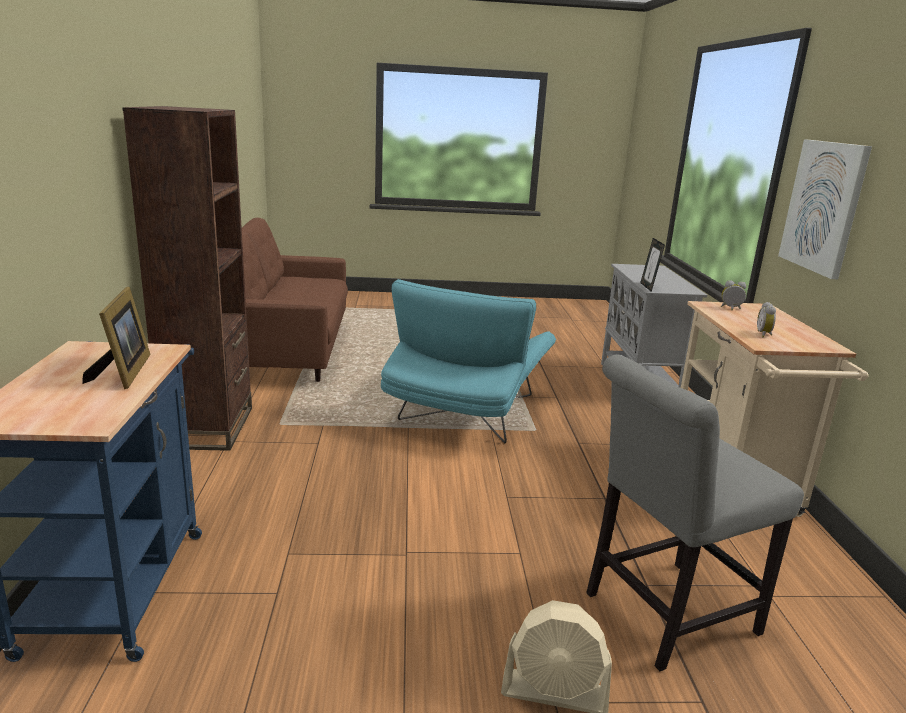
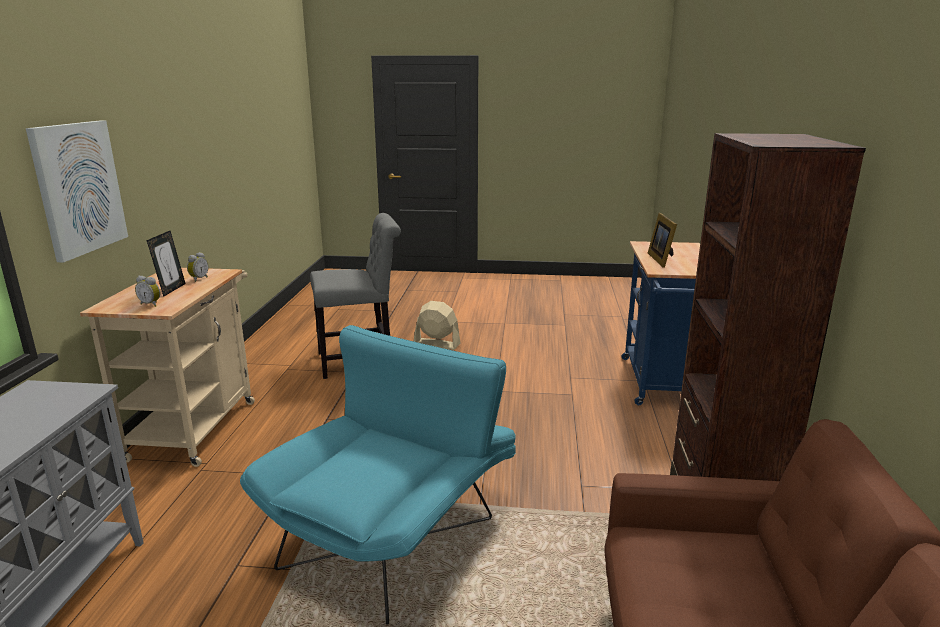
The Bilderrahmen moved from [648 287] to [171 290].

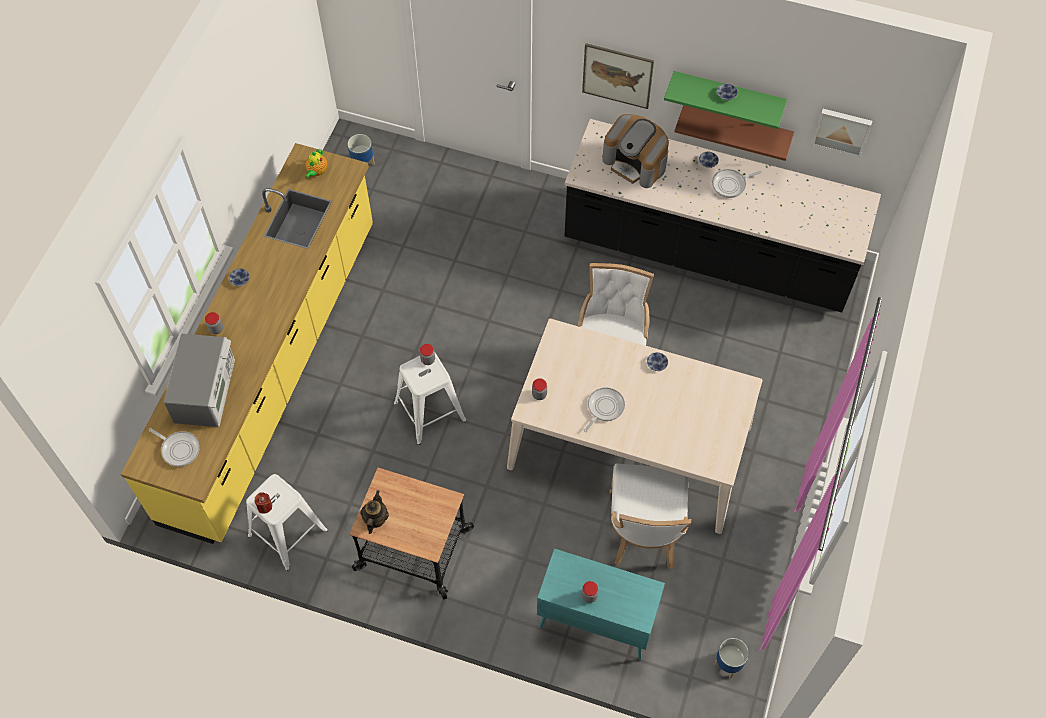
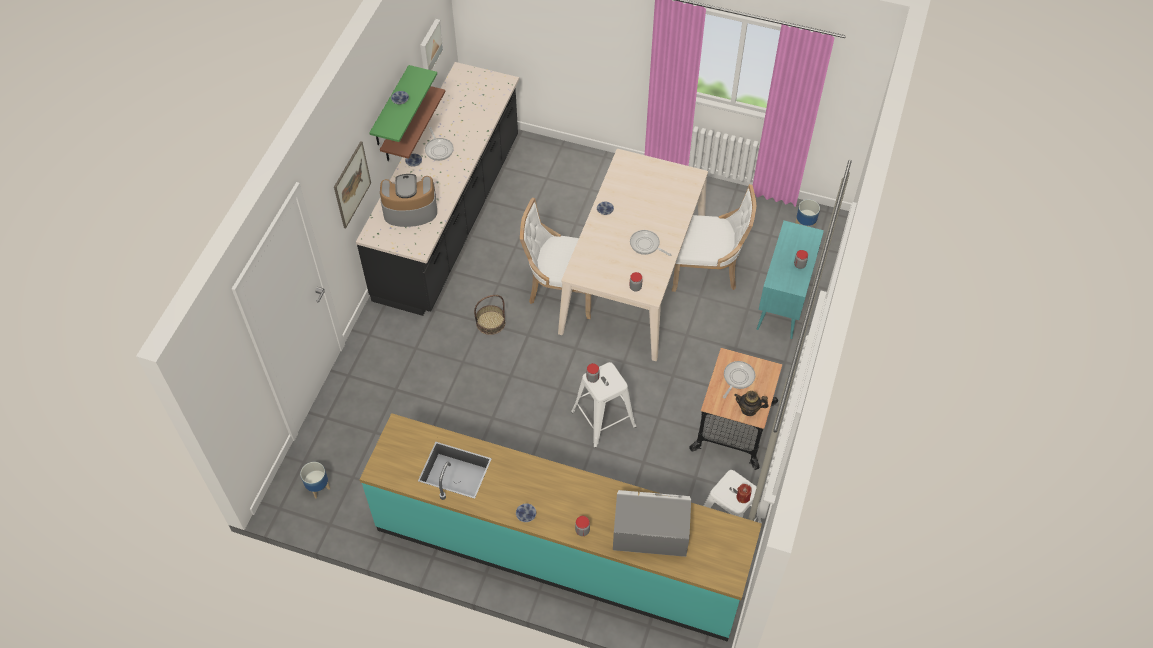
The Küchenzeile/gelb at [273 369] became the Küchenzeile/türkis at [559 552].
The Pfanne moved from [179 449] to [737 378].
The Teekanne at [317 172] disappeared.
The Kaffeemaschine at [635 163] turned 135 degrees counterclockwise.
The Korb at [490 323] appeared.

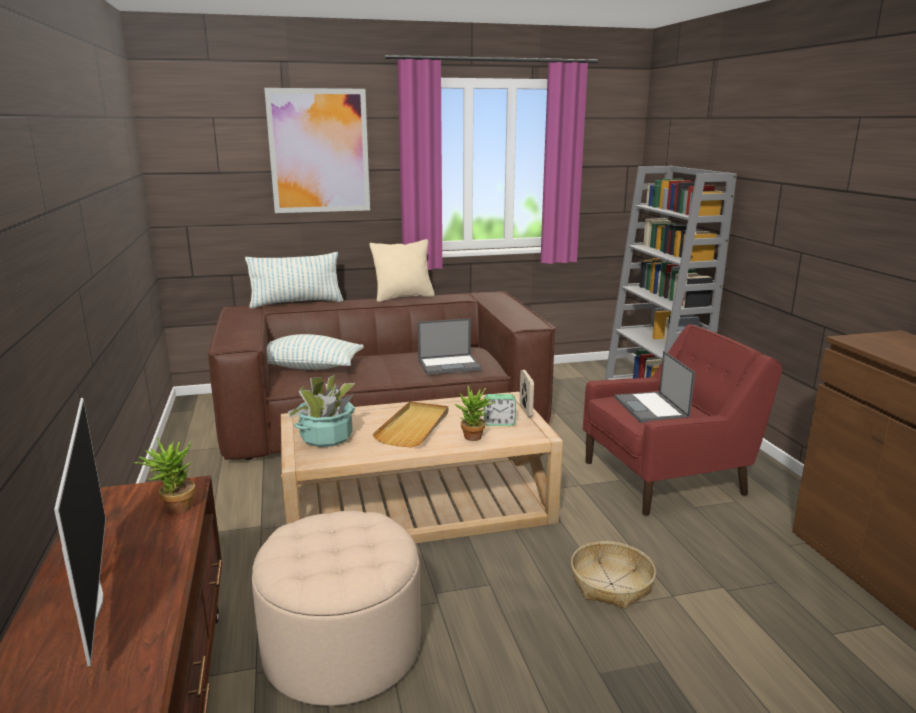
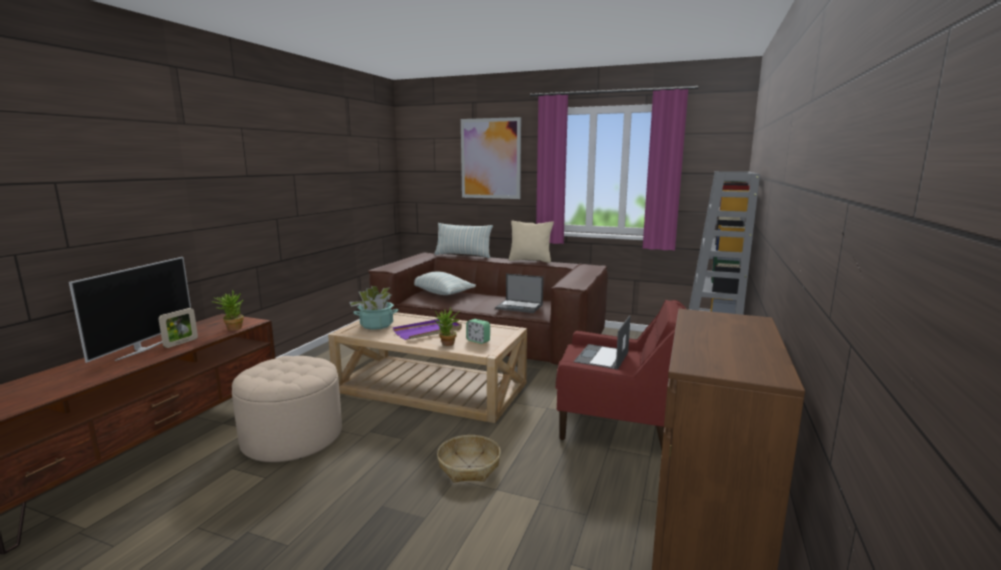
The Tablett/beige at [414 427] became the Tablett/lila at [428 331].
The Bilderrahmen moved from [525 410] to [181 343].

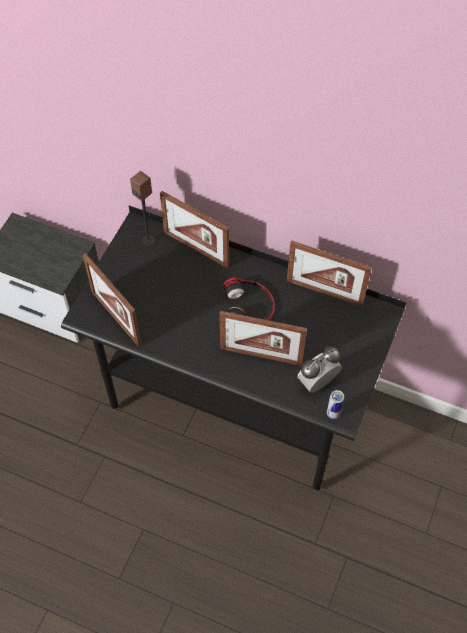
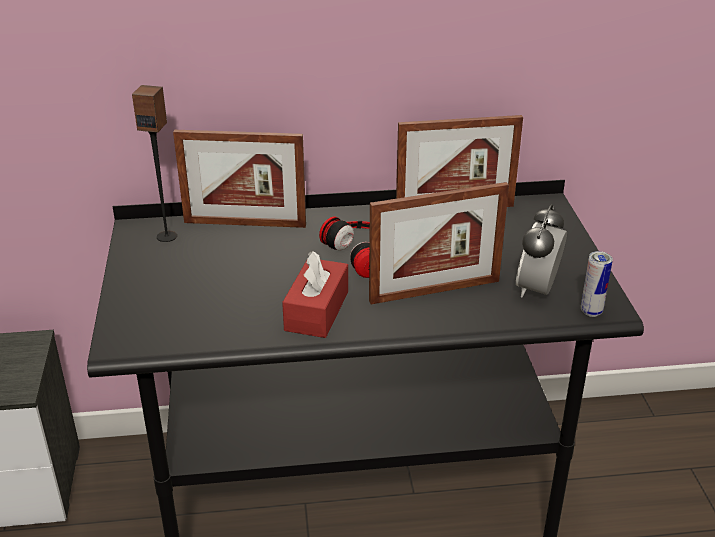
The Bilderrahmen at [116 318] disappeared.
The Taschentuchbox/rot at [317 311] appeared.

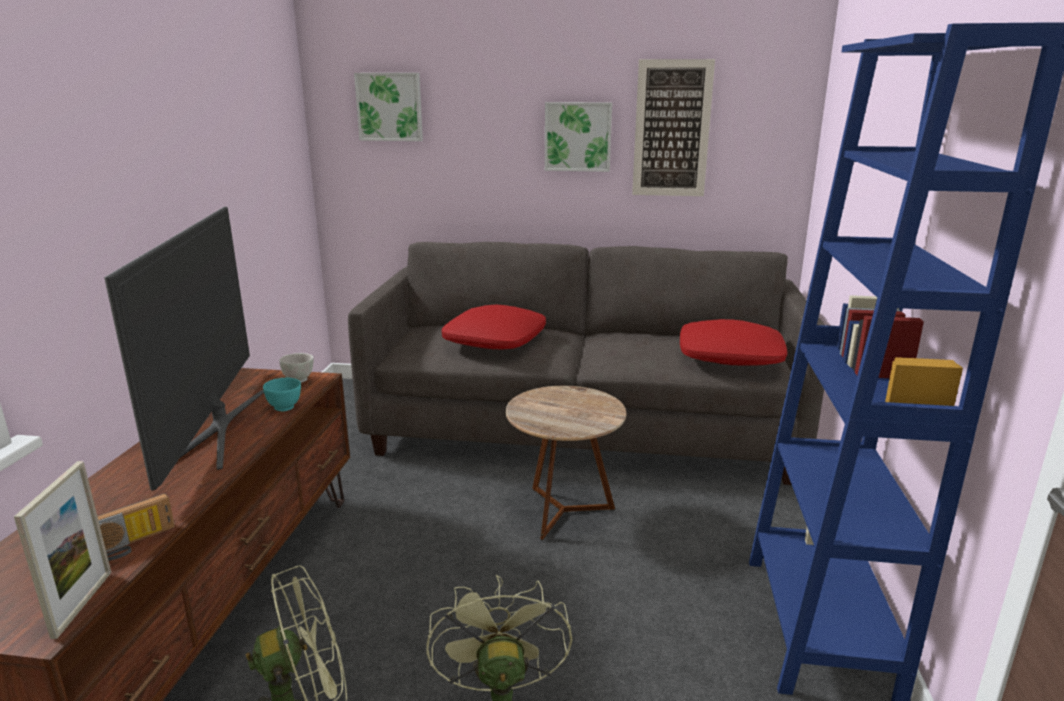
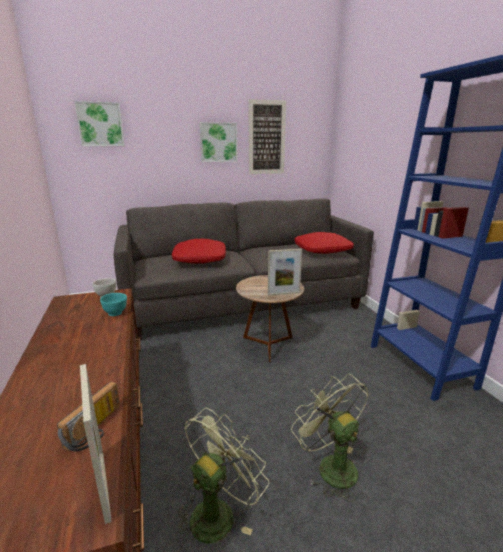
The Fernseher at [215 427] disappeared.
The Bilderrahmen at [283 293] appeared.

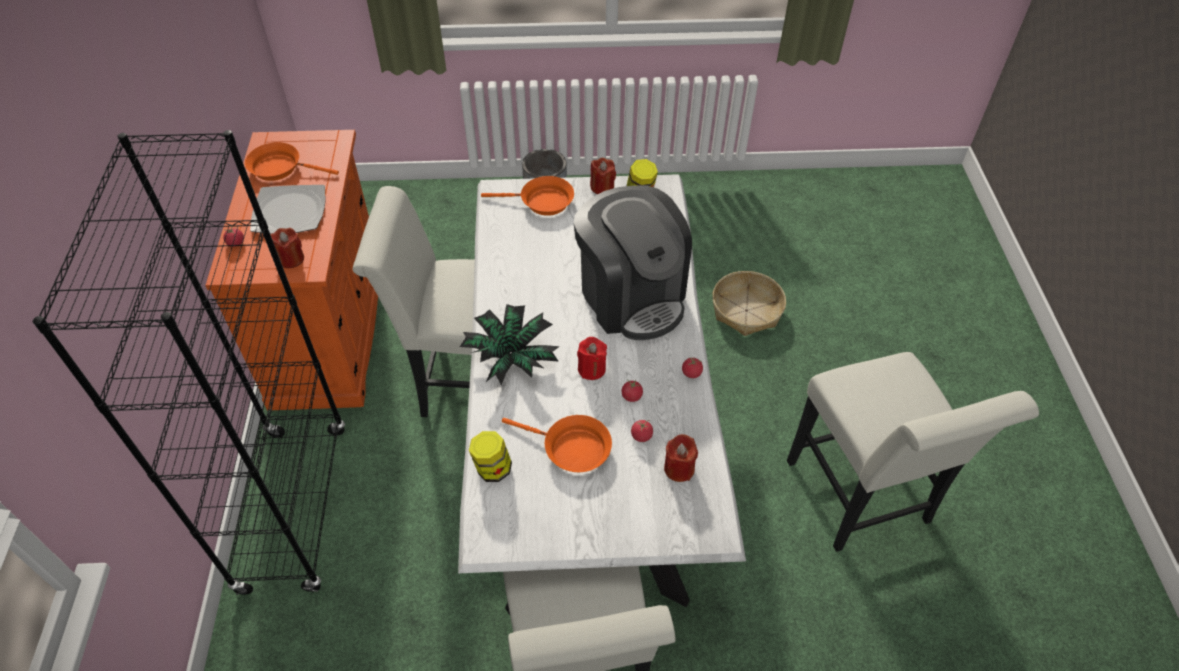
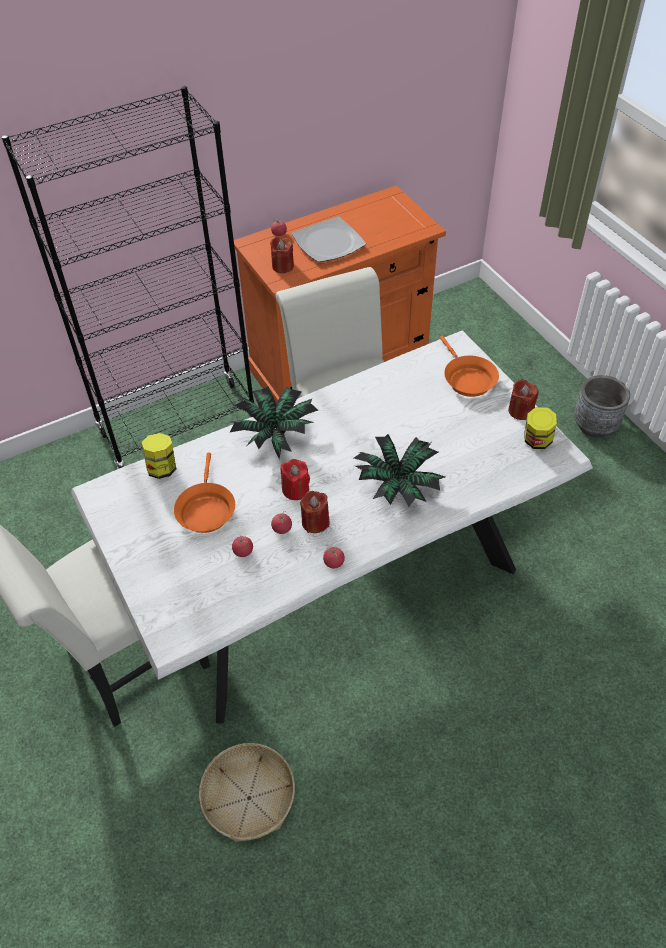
The Pfanne/orange at [280 168] disappeared.
The Kaffeemaschine at [631 296] was replaced by the Topfpflanze at [397 485].
The Kerze/rot moved from [679 468] to [315 522].
The Korb moved from [746 311] to [249 798].
The Stuhl/weiß at [863 500] disappeared.

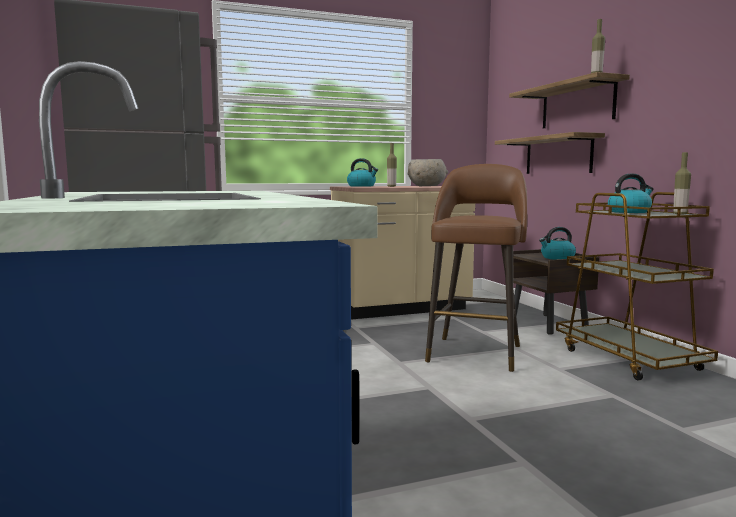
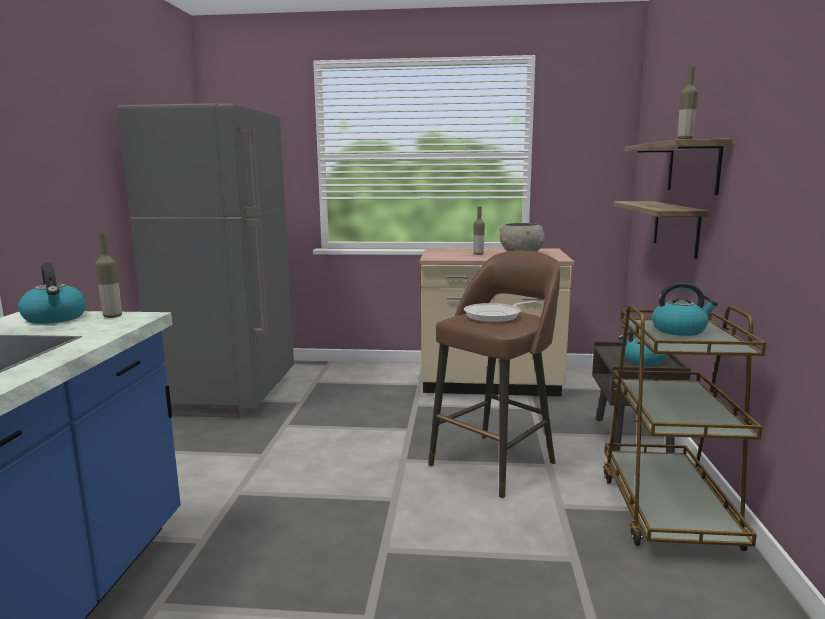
The Wasserkessel moved from [362 186] to [55 318].
The Flasche moved from [680 214] to [112 316].
The Pfanne at [495 316] appeared.

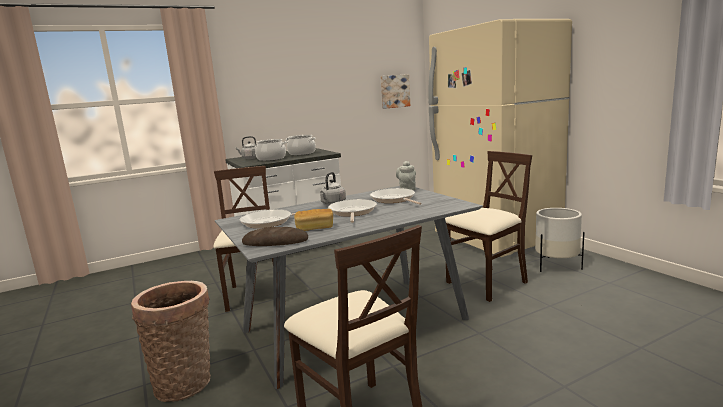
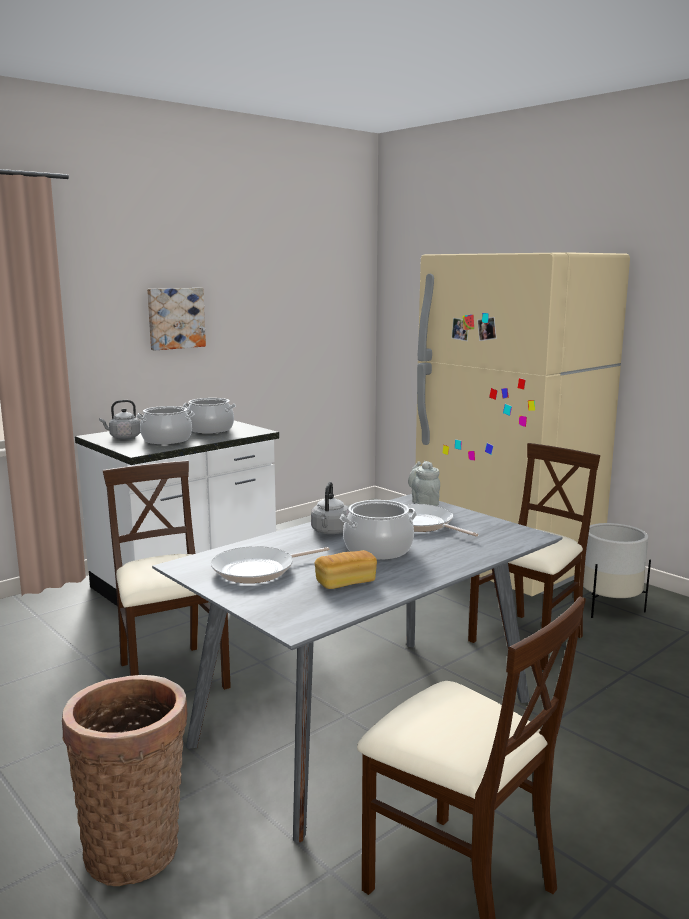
The Brot at [275 242] disappeared.
The Pfanne at [352 212] was replaced by the Kochtopf at [378 550].
The Bild moved from [394 91] to [175 318].

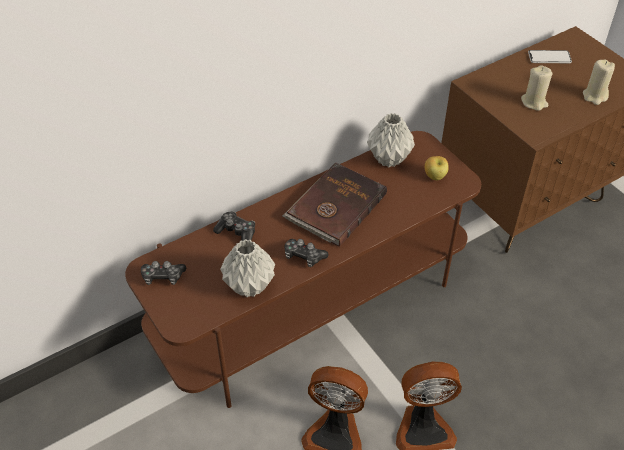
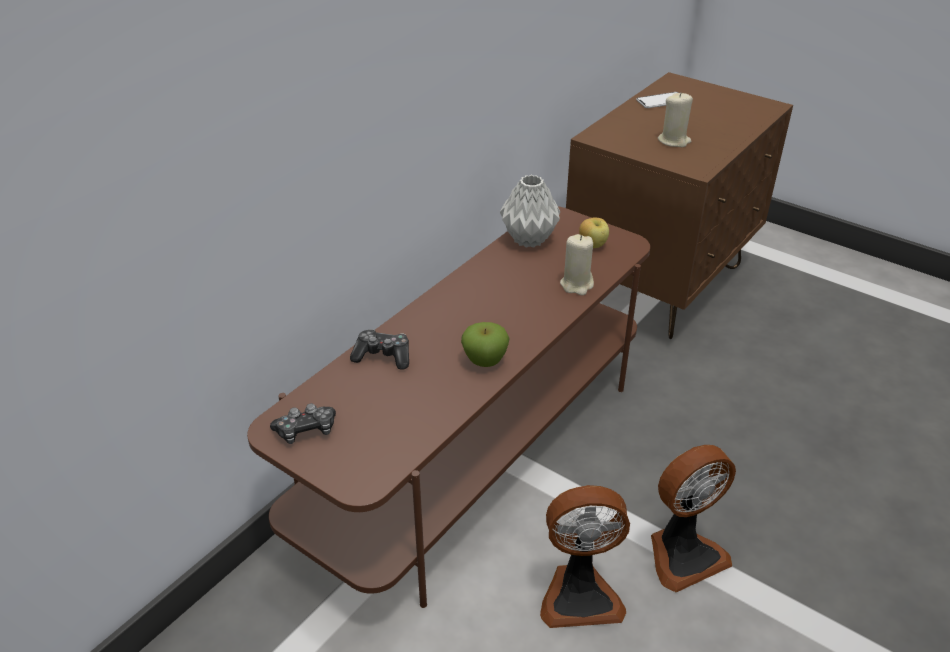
The Vase/grau at [250 285] disappeared.
The Buch/braun at [335 207] disappeared.
The Gamepad at [304 256] was replaced by the Apfel at [485 361].
The Kerze/beige moved from [595 96] to [577 285].

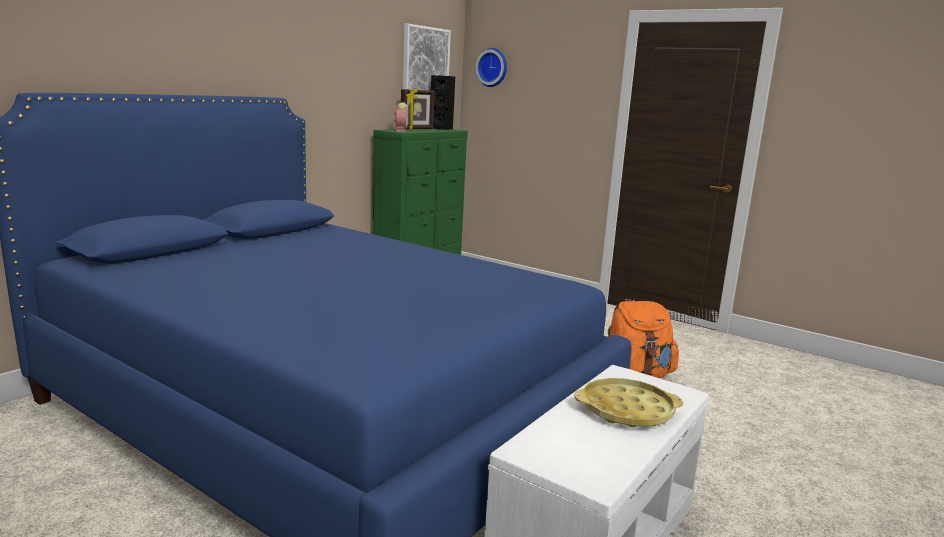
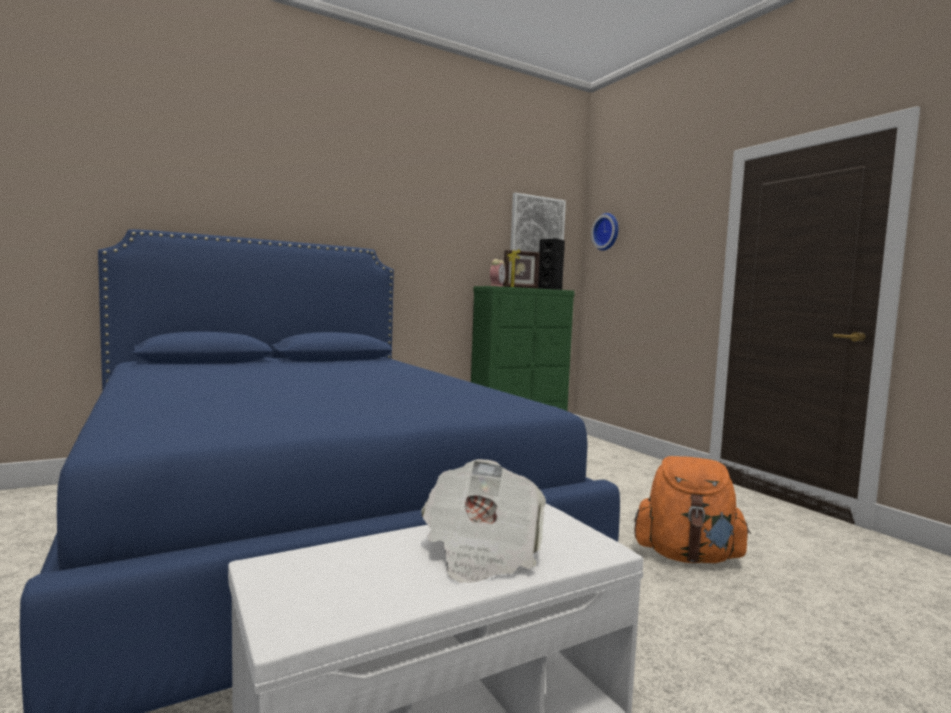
The Tablett/gelb at [627 410] was replaced by the Zeitung at [481 551].

